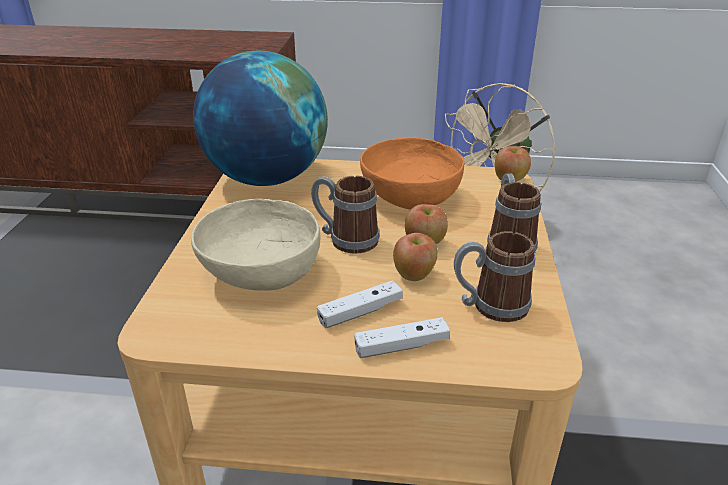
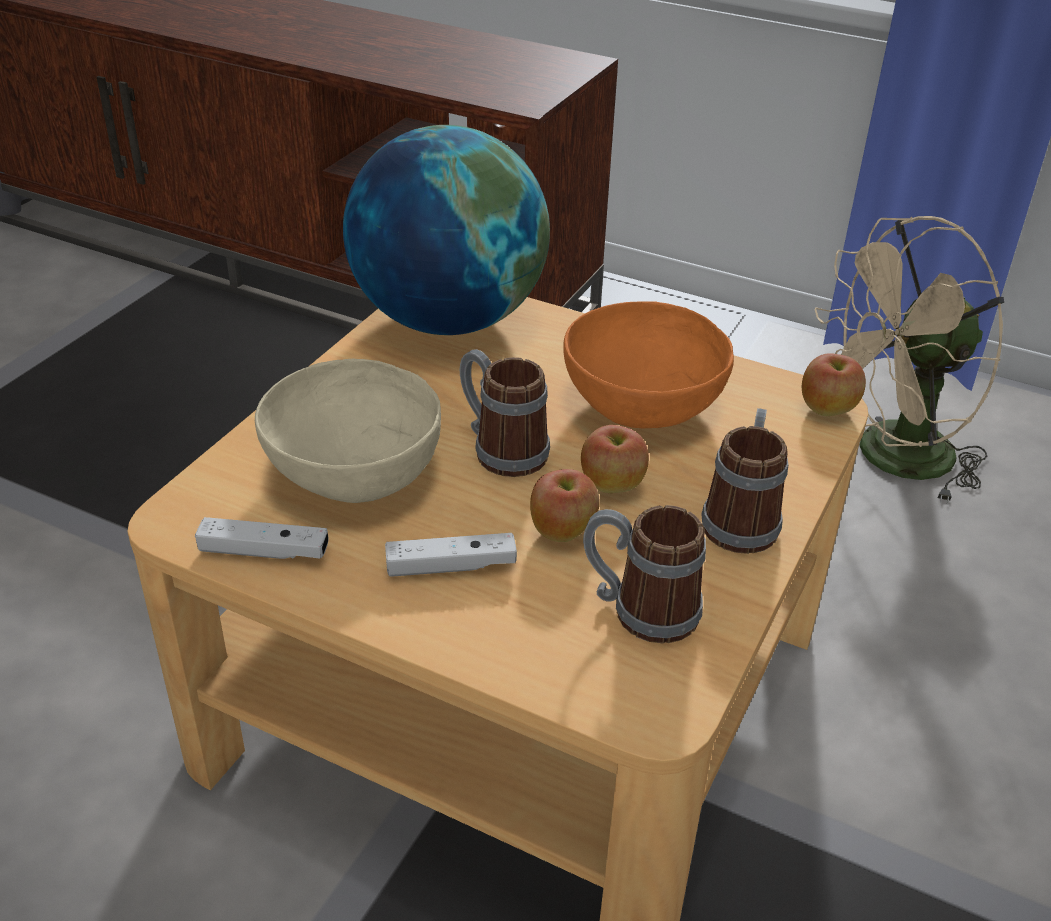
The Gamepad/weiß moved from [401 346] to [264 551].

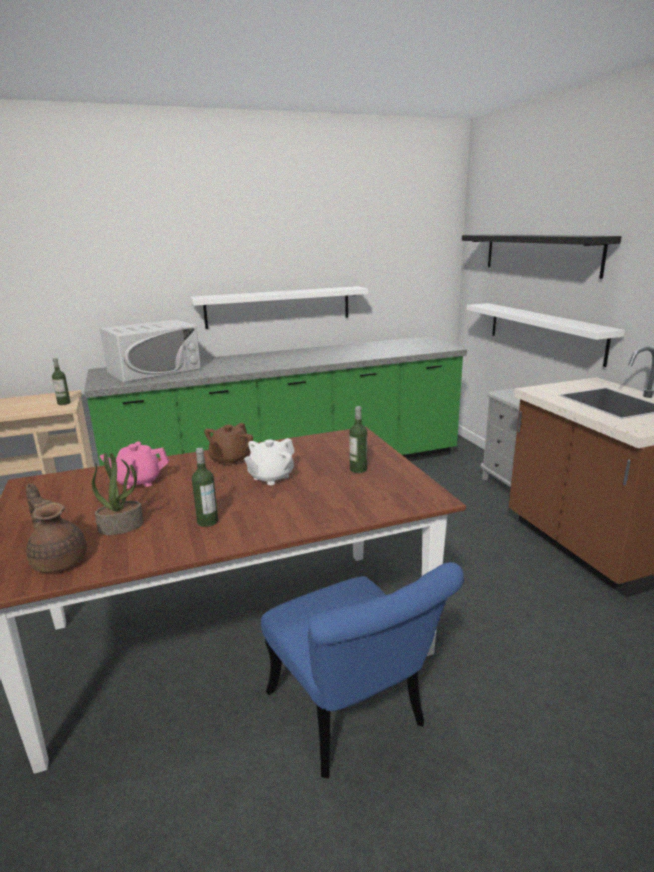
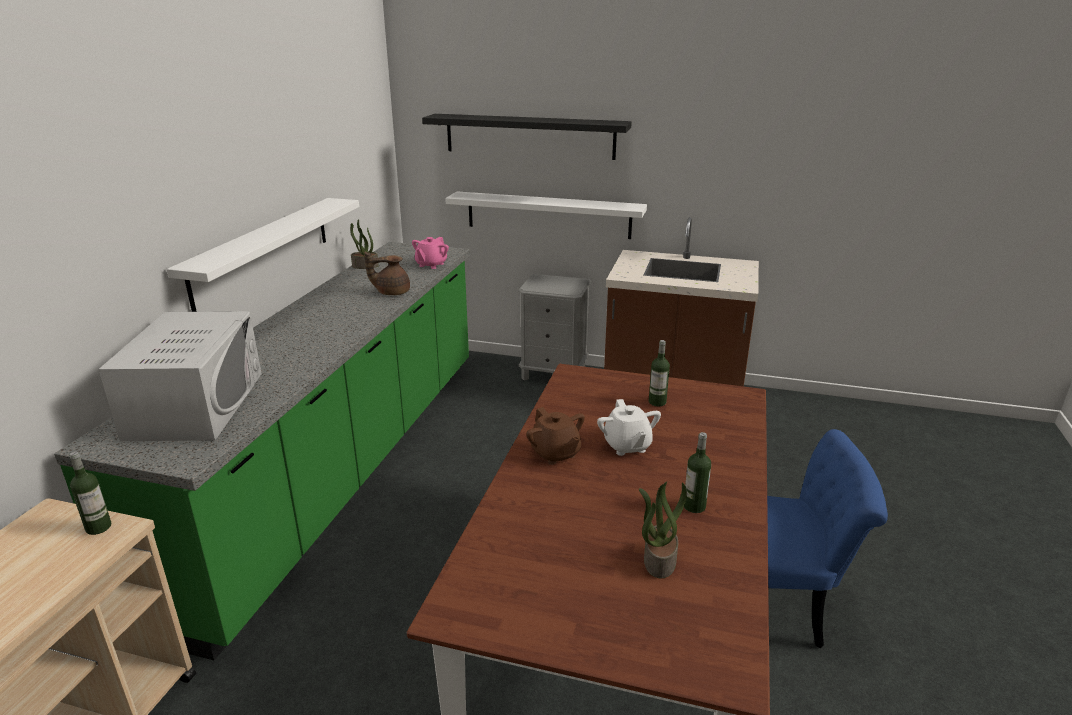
The Teekanne/braun moved from [59 559] to [391 292].
The Teekanne/rosa moved from [138 481] to [431 265].
The Topfpflanze at [364 266] appeared.

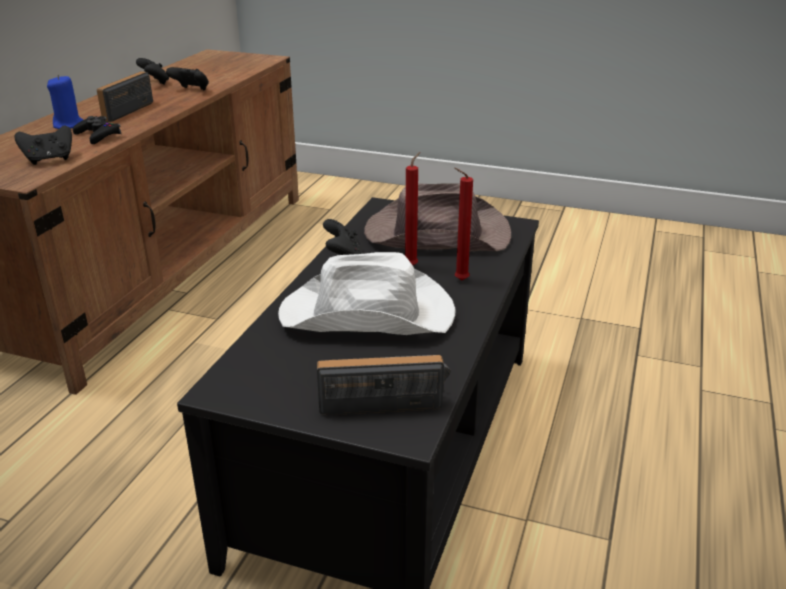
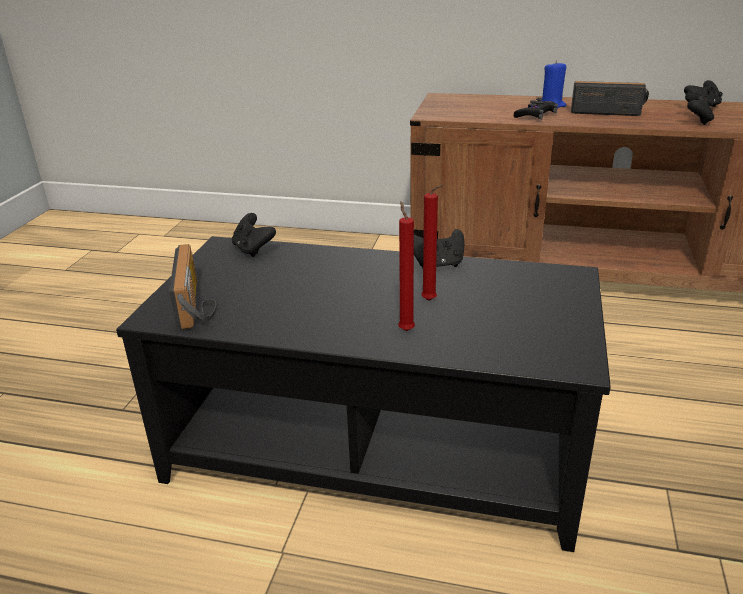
The Gamepad/schwarz moved from [49 160] to [253 249].
The Hut/weiß at [369 315] disappeared.
The Hut/braun at [435 234] disappeared.

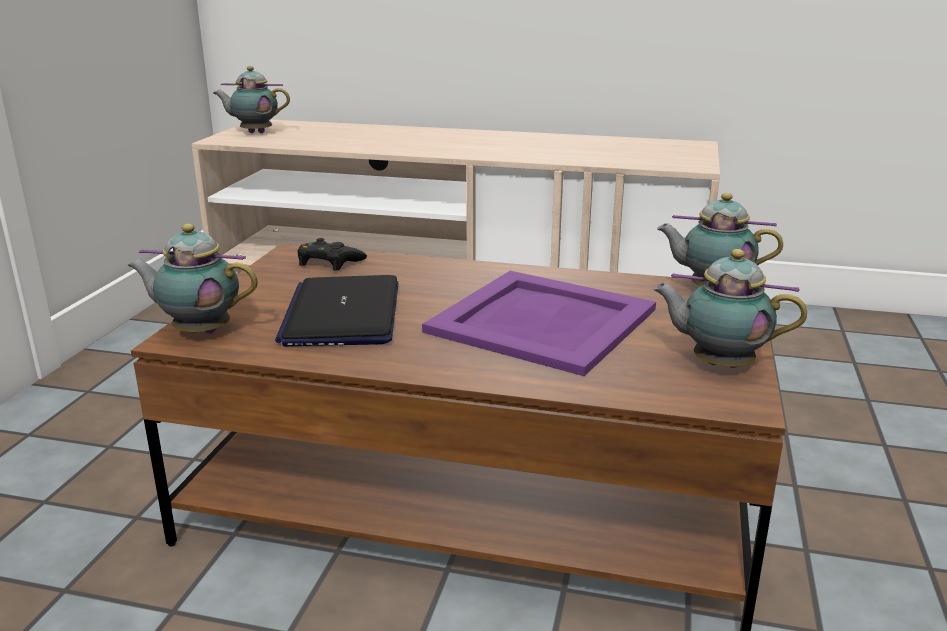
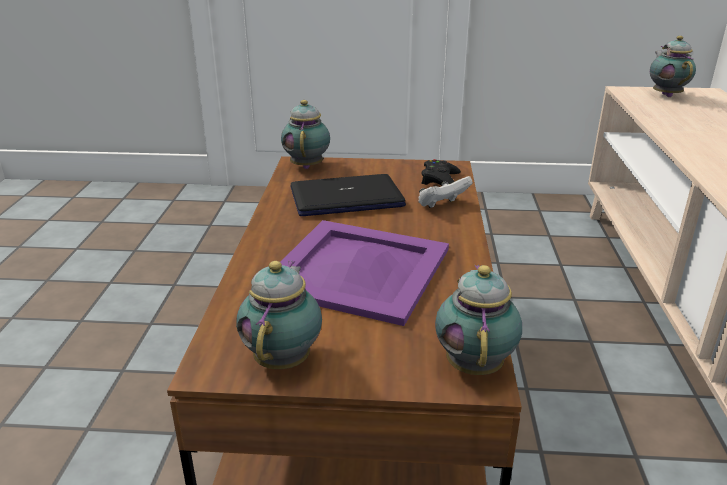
The Gamepad/weiß at [442 205] appeared.

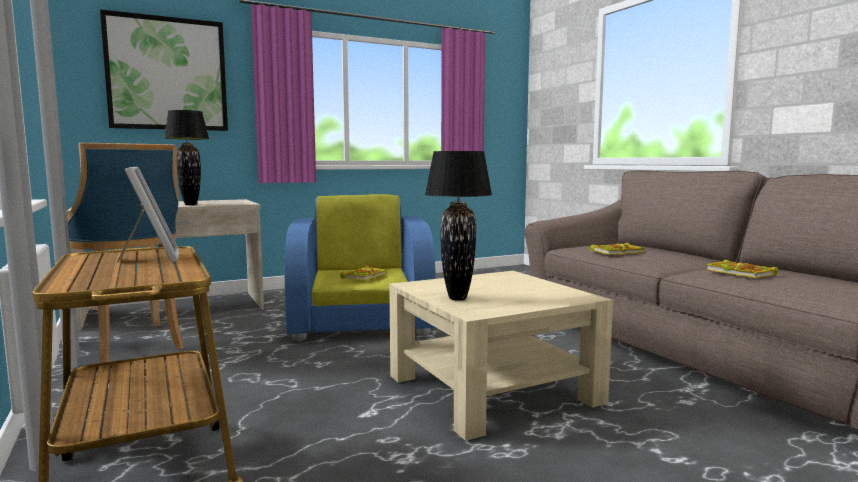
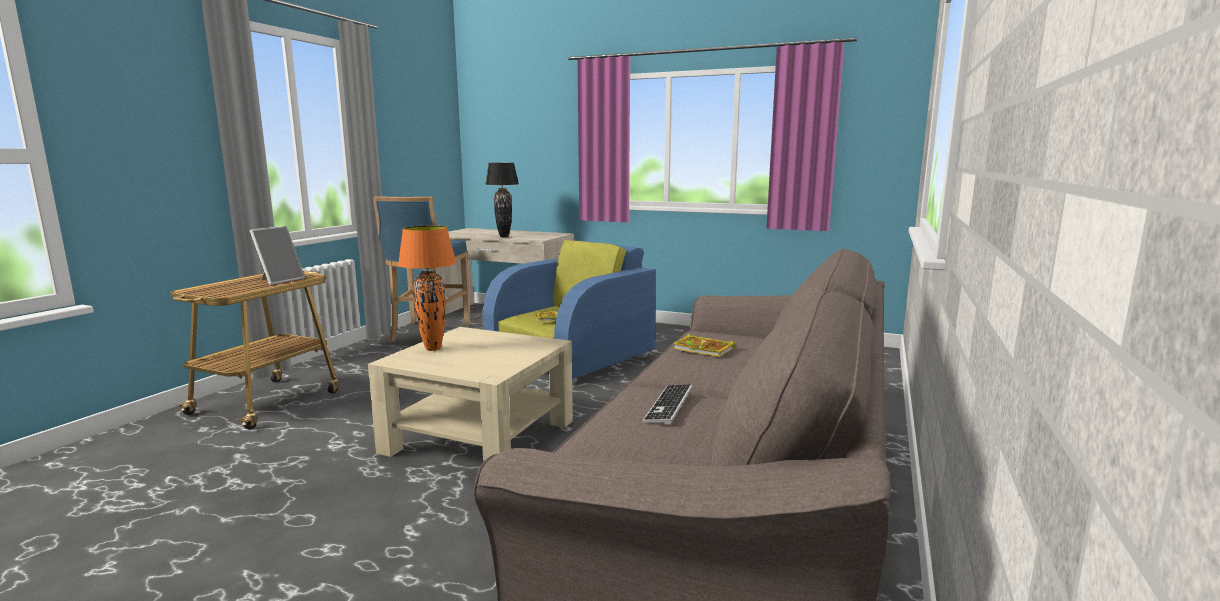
The Bild at [167 74] disappeared.
The Tischlampe/schwarz at [457 298] became the Tischlampe/orange at [433 348].
The Buch at [741 273] was replaced by the Tastatur at [669 405].

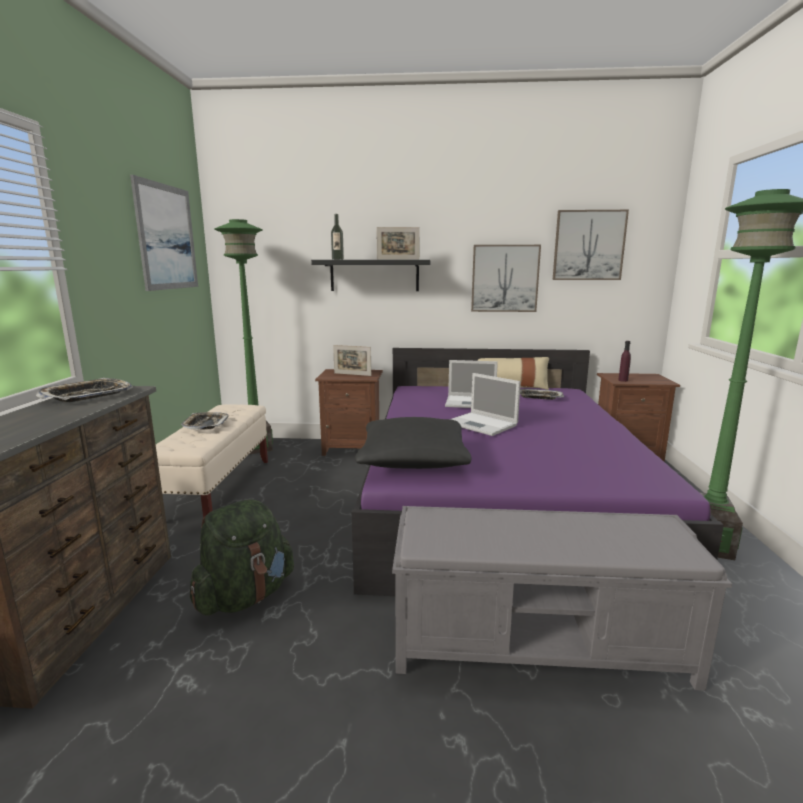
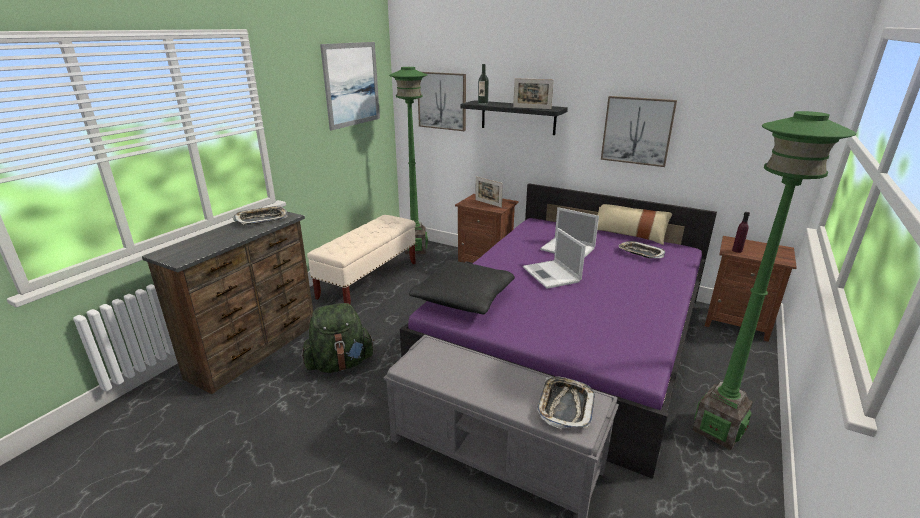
The Tablett moved from [205 424] to [565 406].
The Bild moved from [588 245] to [442 101].

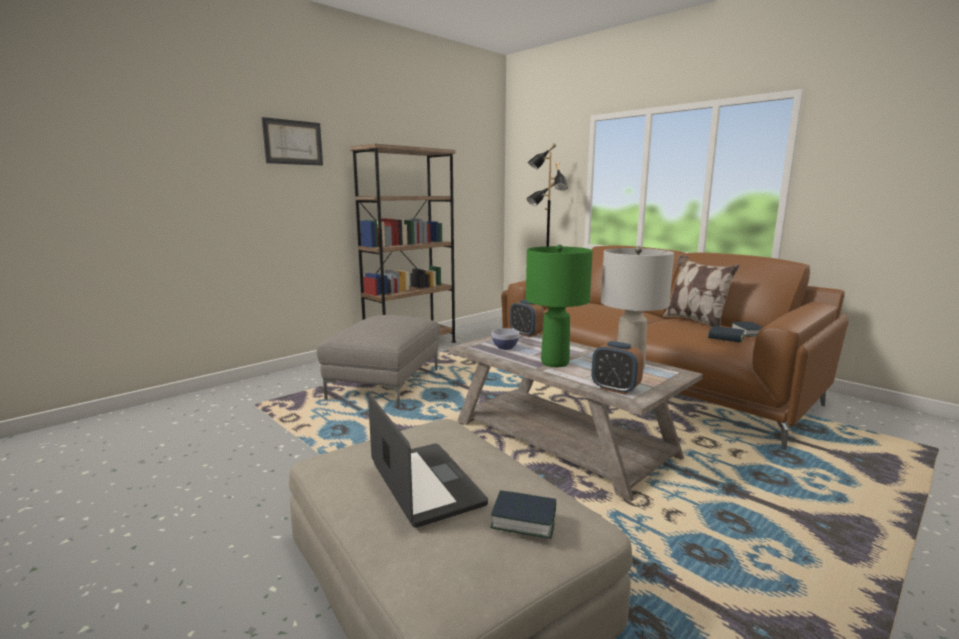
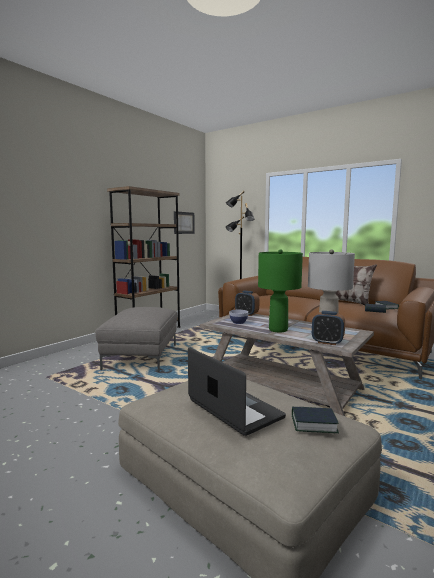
The Bild moved from [293 142] to [184 223].

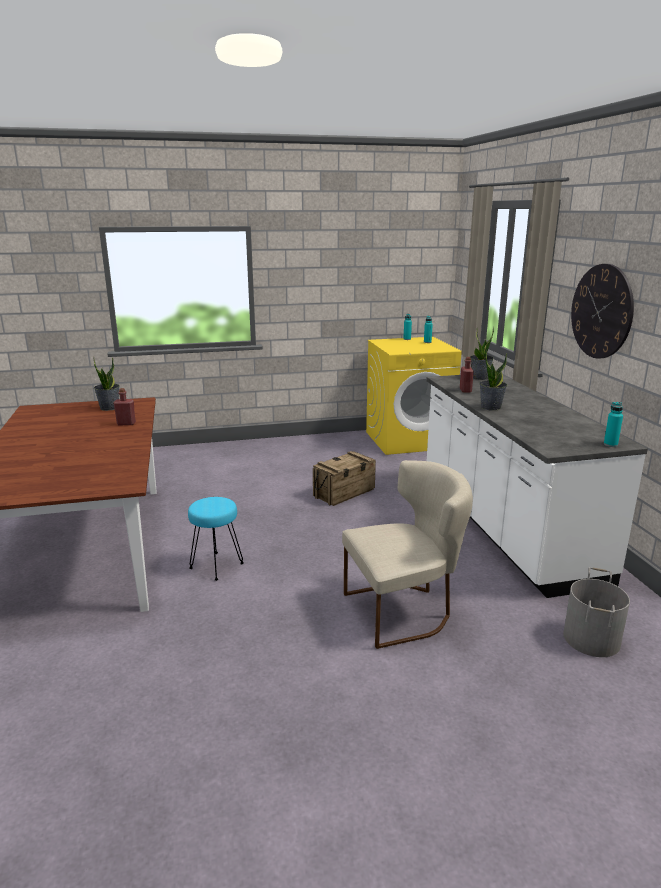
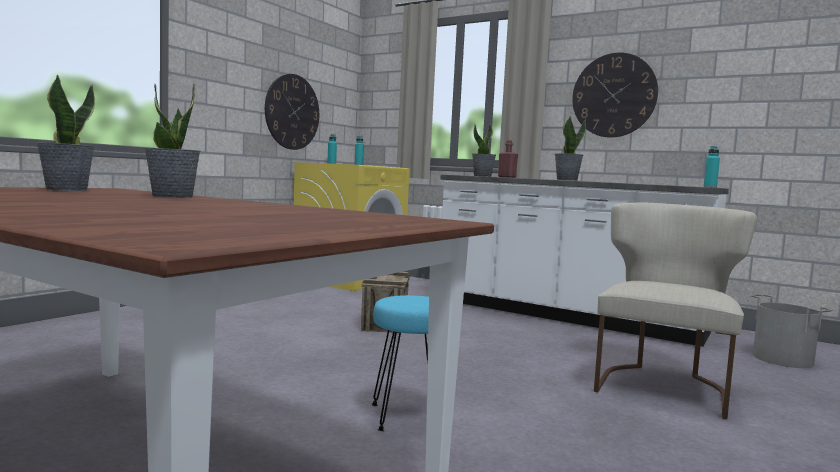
The Flasche/rot at [126 423] was replaced by the Topfpflanze at [173 196].
The Wanduhr at [292 112] appeared.

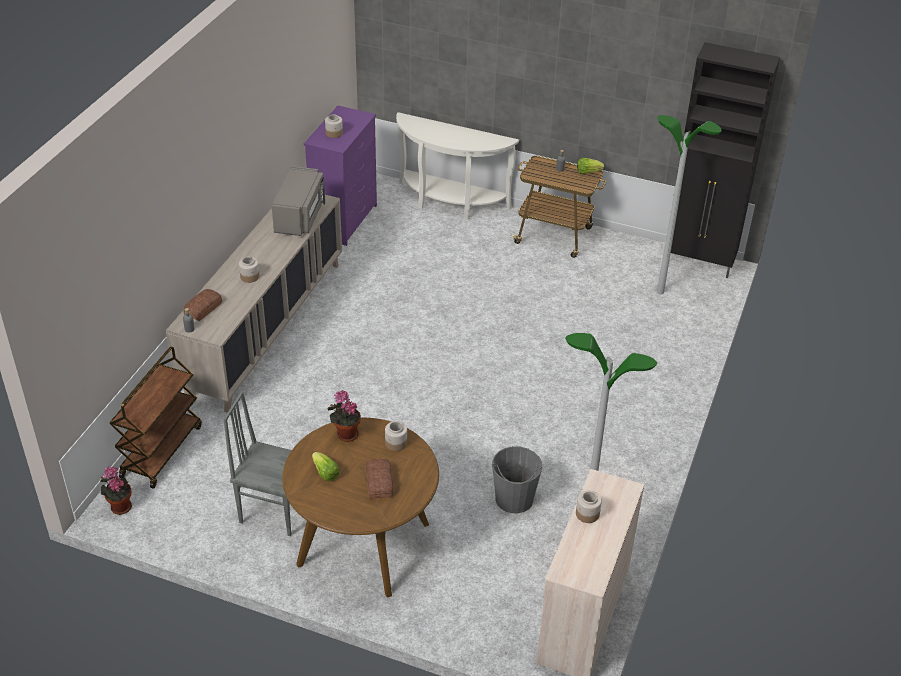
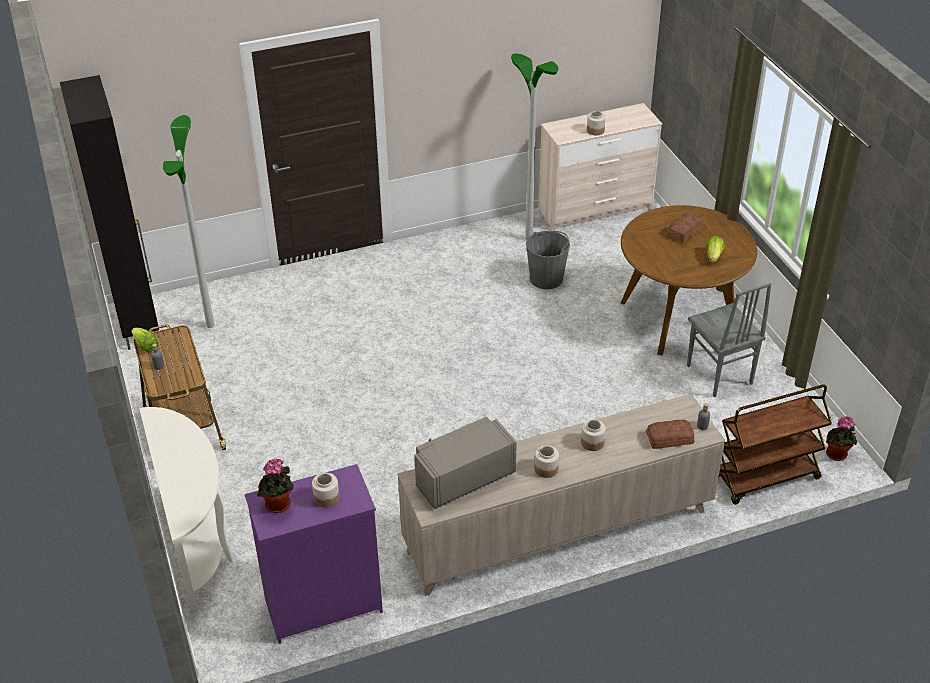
The Topfpflanze moved from [345 434] to [279 506].
The Vorratsglas moved from [396 443] to [546 469].

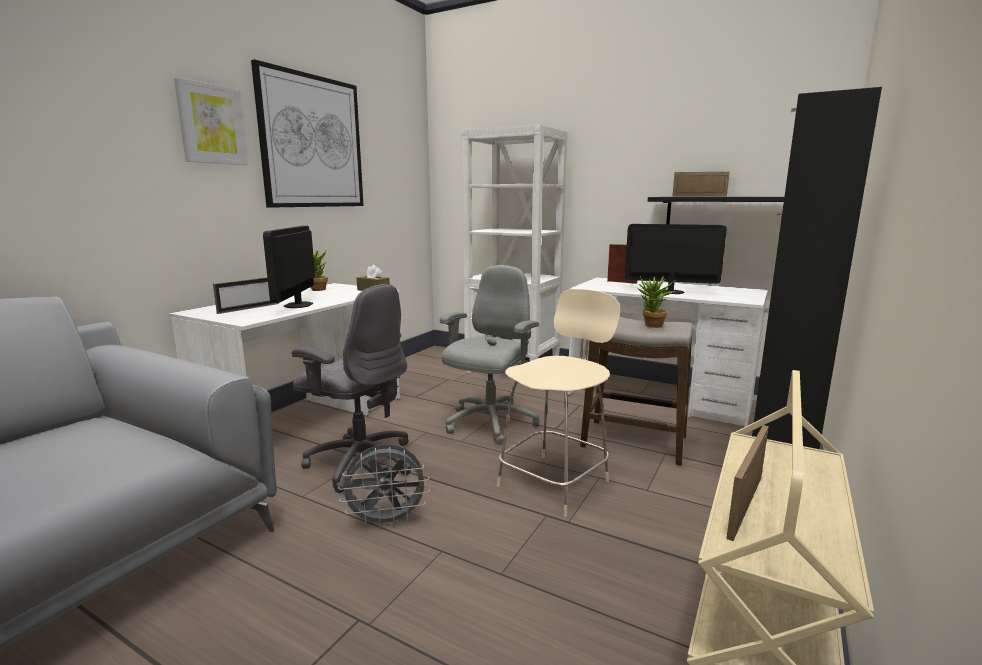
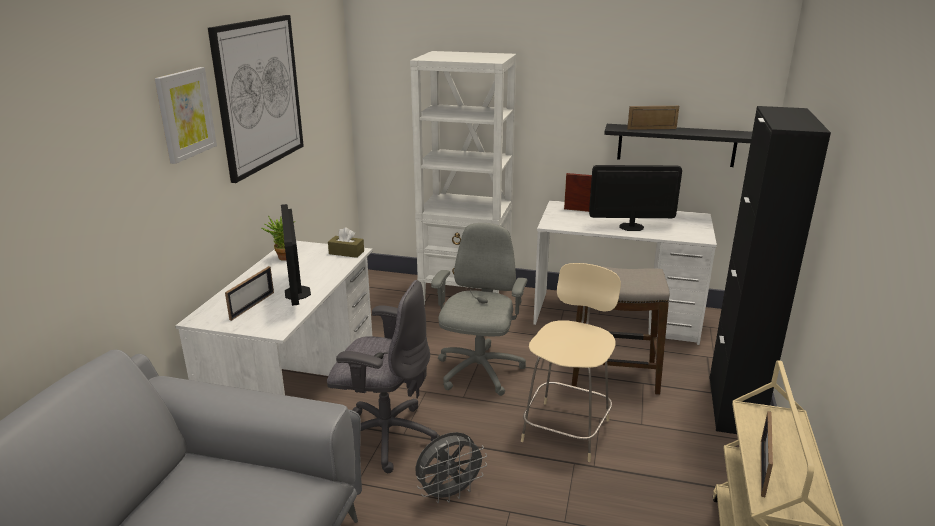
The Topfpflanze at [652 326] disappeared.

